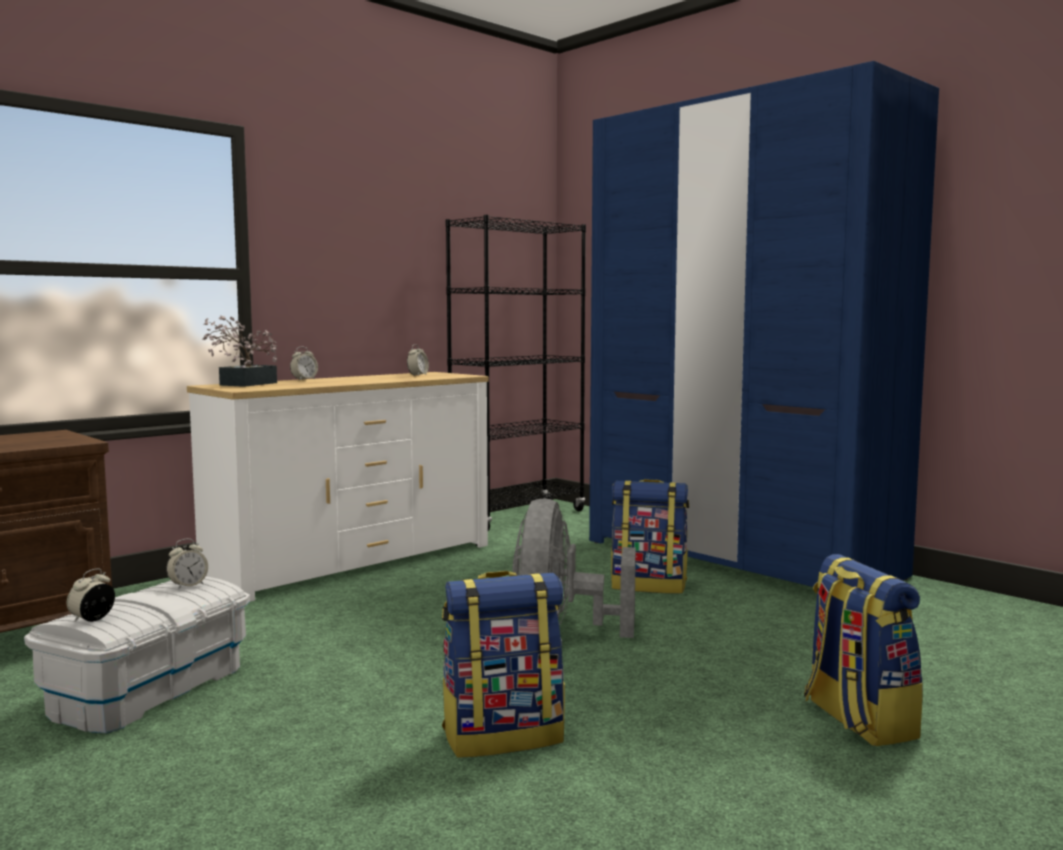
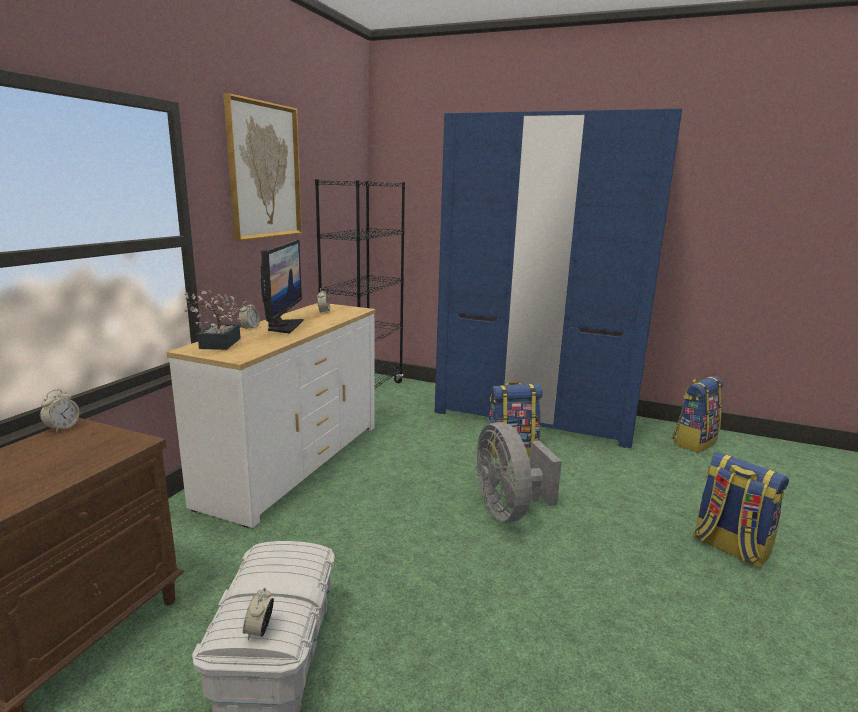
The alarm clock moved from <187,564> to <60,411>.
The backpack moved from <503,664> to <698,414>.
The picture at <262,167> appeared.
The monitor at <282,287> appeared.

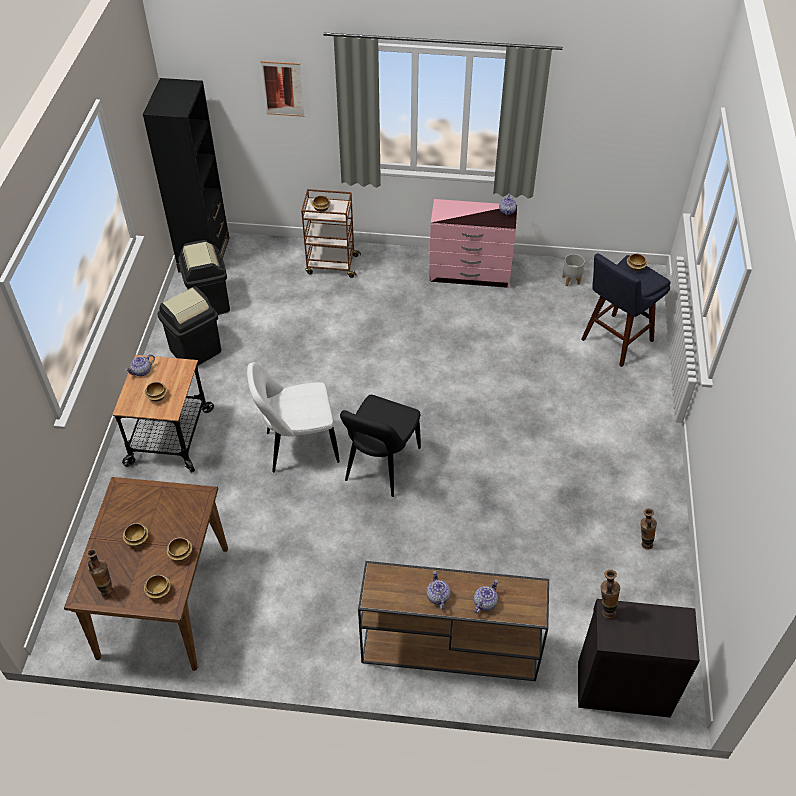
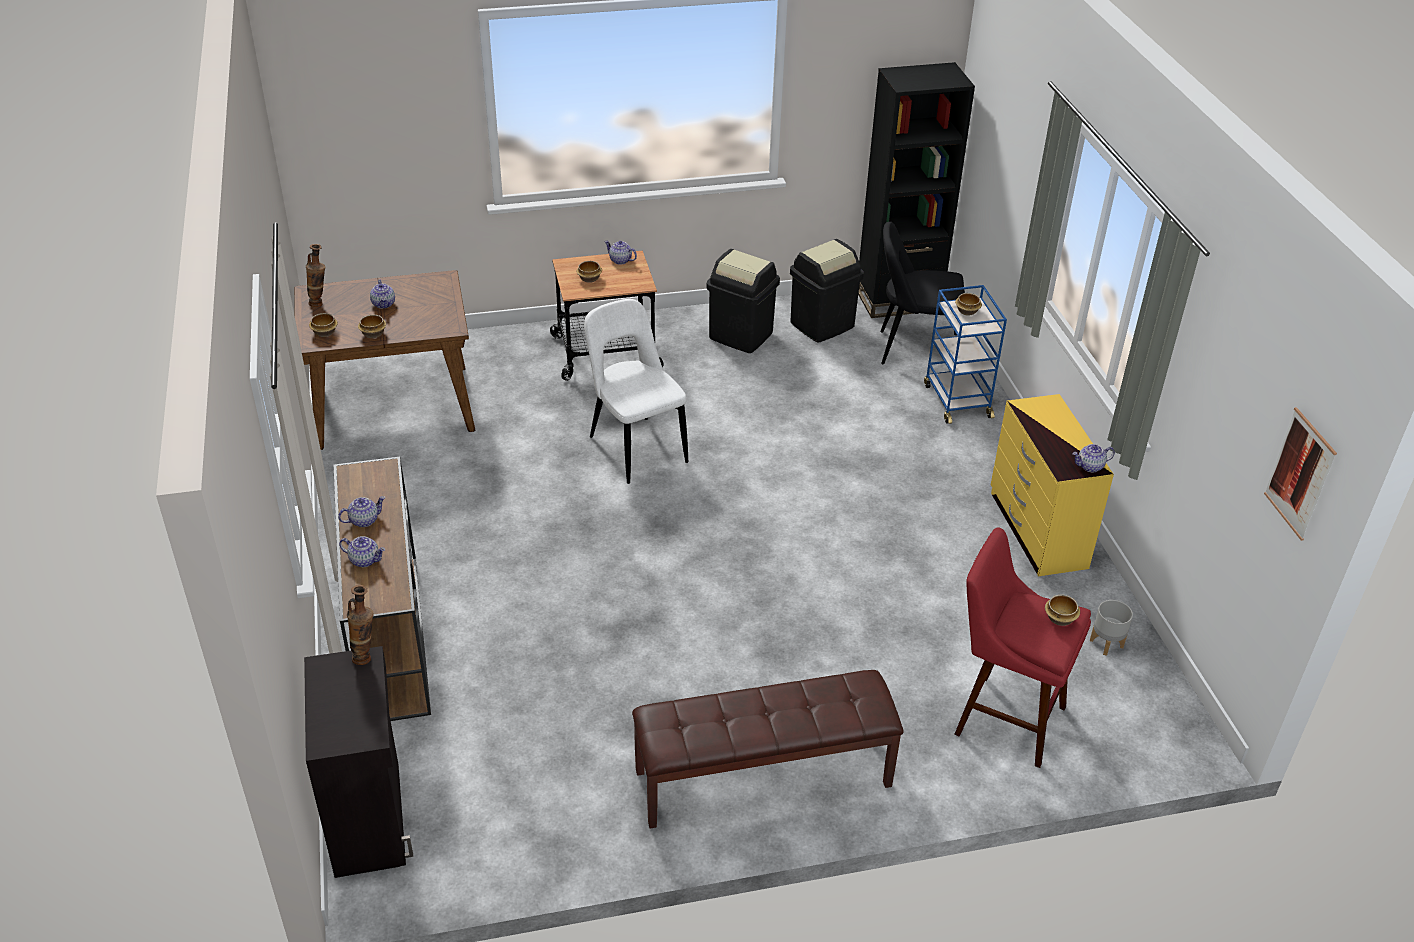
The bowl at <136,534> was replaced by the teapot at <382,294>.
The picture moved from <283,89> to <1300,474>.
The brown cart at <331,233> became the blue cart at <965,354>.
The black chair moved from <380,446> to <922,293>.
The pink dresser at <473,243> became the yellow dresser at <1052,485>.
The blue stool at <626,310> became the red stool at <1022,648>.
The vase at <648,529> disappeared.
The brown bench at <768,749> appeared.

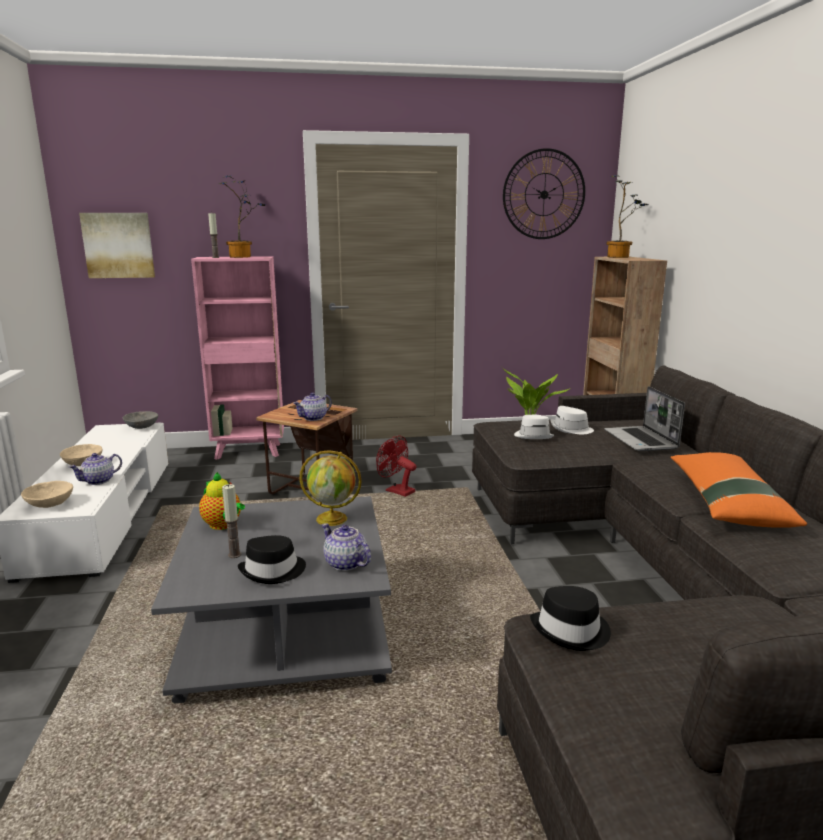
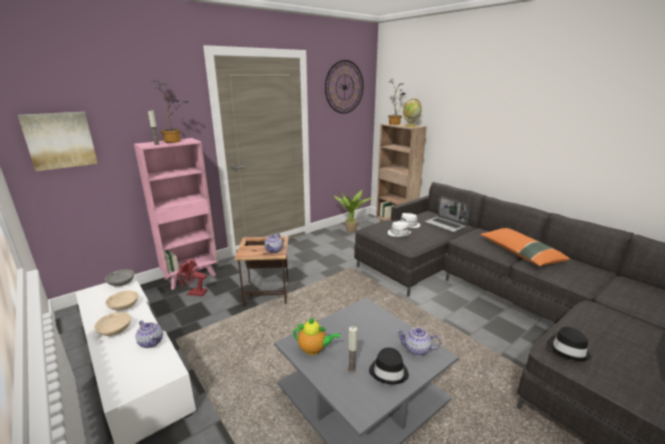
The beige bowl moved from <47,494> to <121,301>.
The teapot at <95,469> turned 60 degrees counterclockwise.
The globe moved from <330,488> to <412,112>.
The red fan moved from <396,466> to <192,277>.

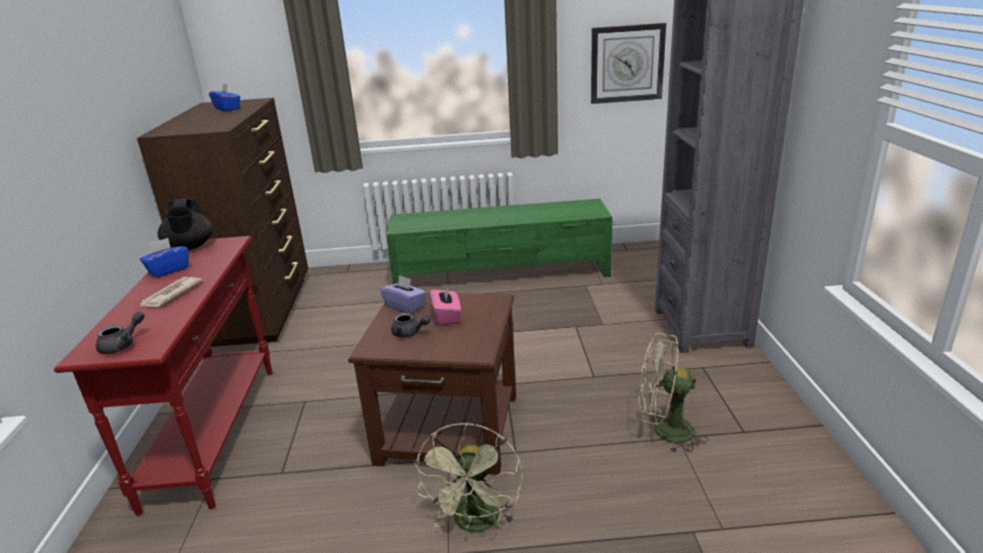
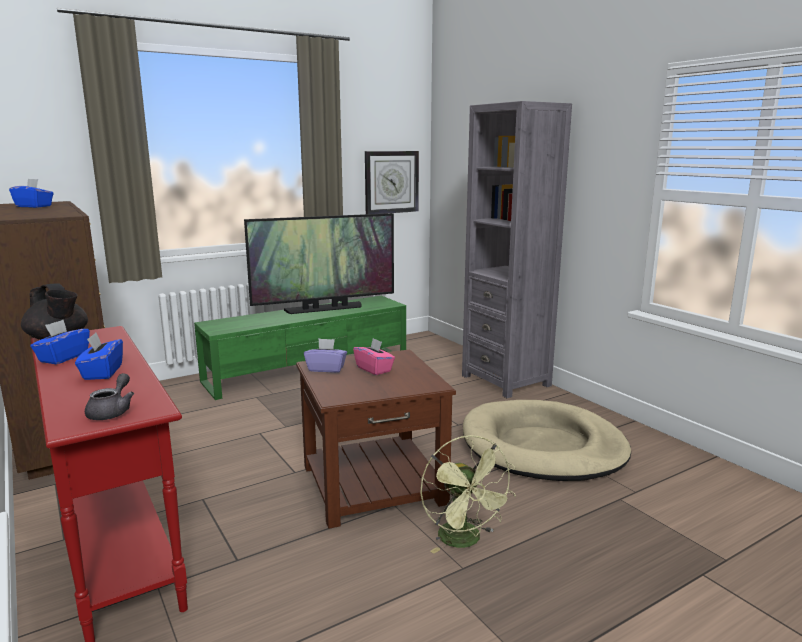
The newspaper at <171,292> was replaced by the blue tissue box at <99,356>.
The grey teapot at <410,325> disappeared.
The beige fan at <673,393> was replaced by the beige dog bed at <547,440>.
The television at <319,263> appeared.

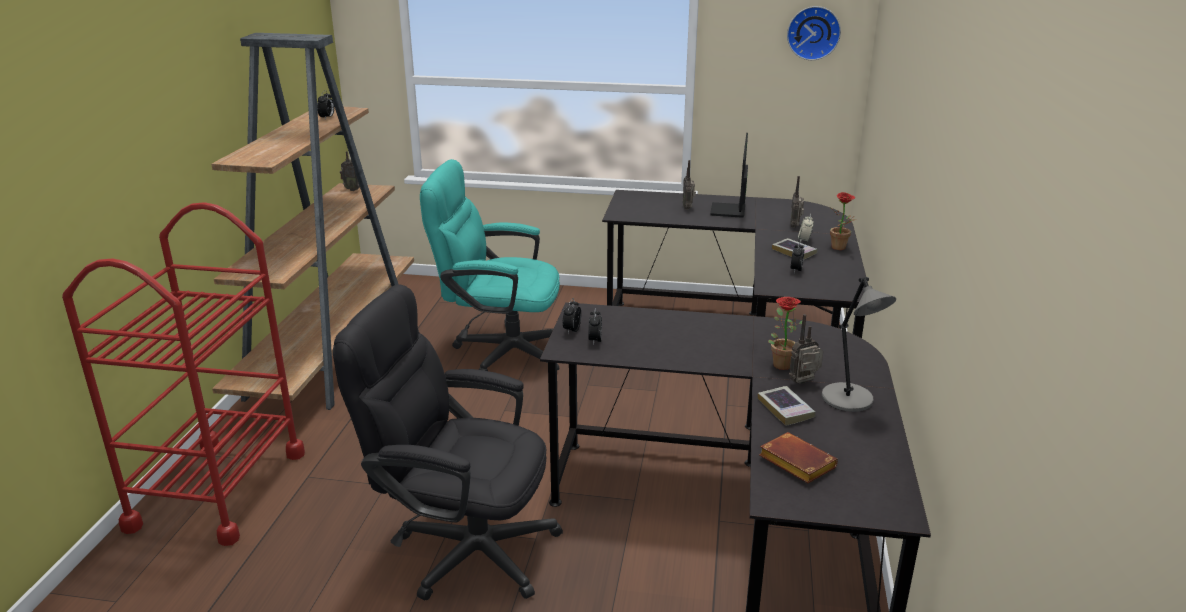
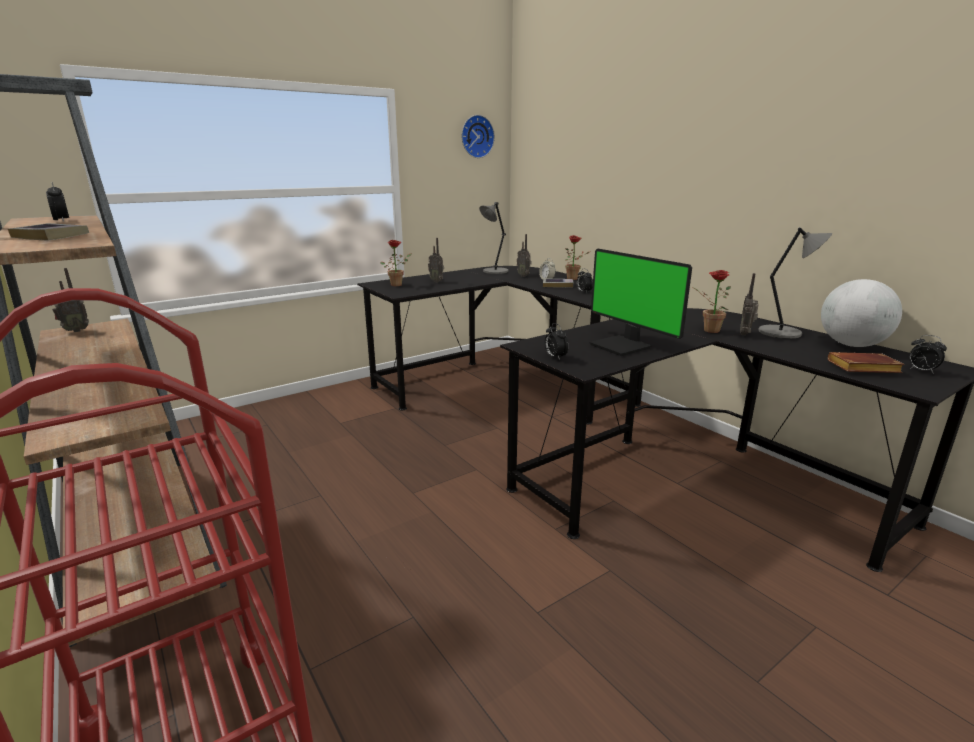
The black office chair at <448,442> disappeared.
The turquoise office chair at <490,265> disappeared.
The alarm clock moved from <595,326> to <928,354>.
The monitor moved from <729,175> to <640,302>.
The book moved from <787,406> to <48,231>.
The potted plant at <396,263> appeared.
The grey table lamp at <494,238> appeared.
The globe at <861,313> appeared.

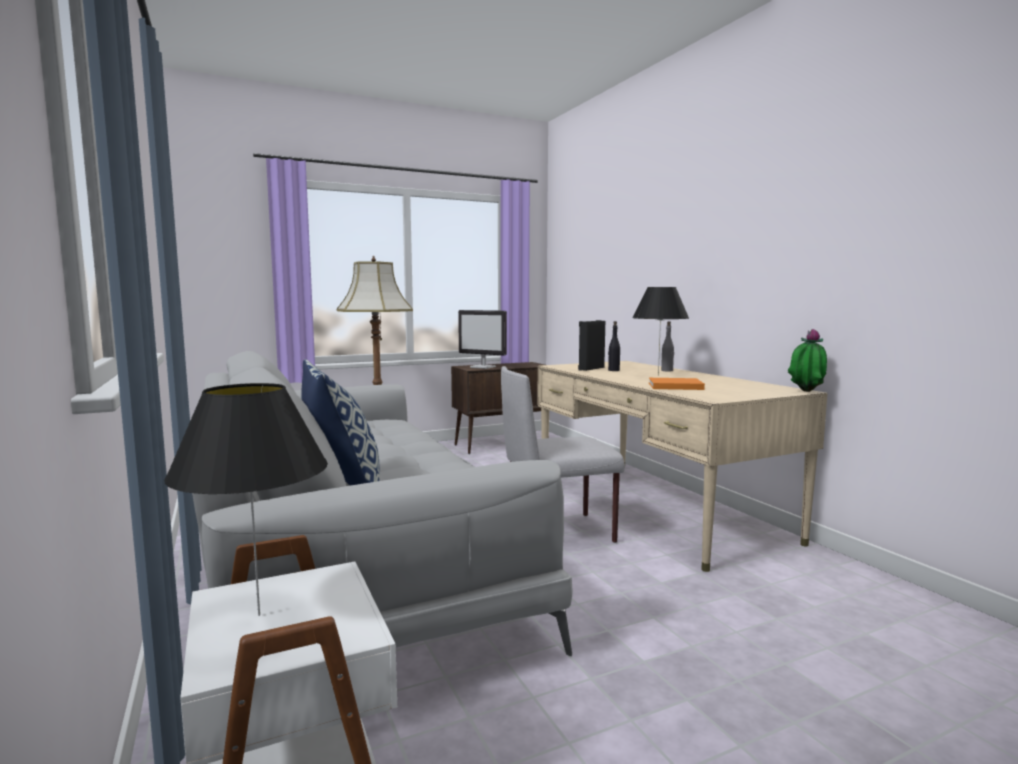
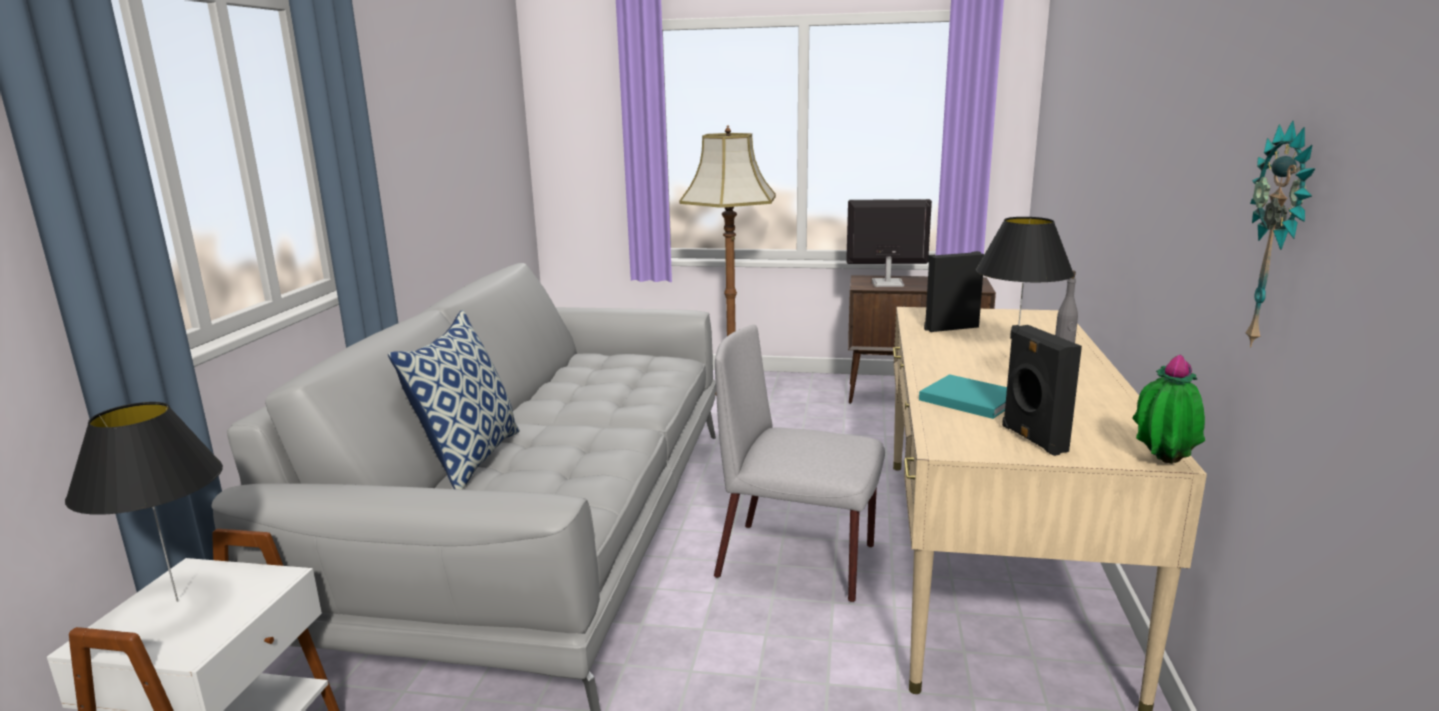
The monitor at <482,339> turned 120 degrees clockwise.
The black bottle at <614,346> disappeared.
The orange book at <677,384> became the turquoise book at <963,396>.
The black speaker at <1042,390> appeared.
The wall clock at <1280,233> appeared.

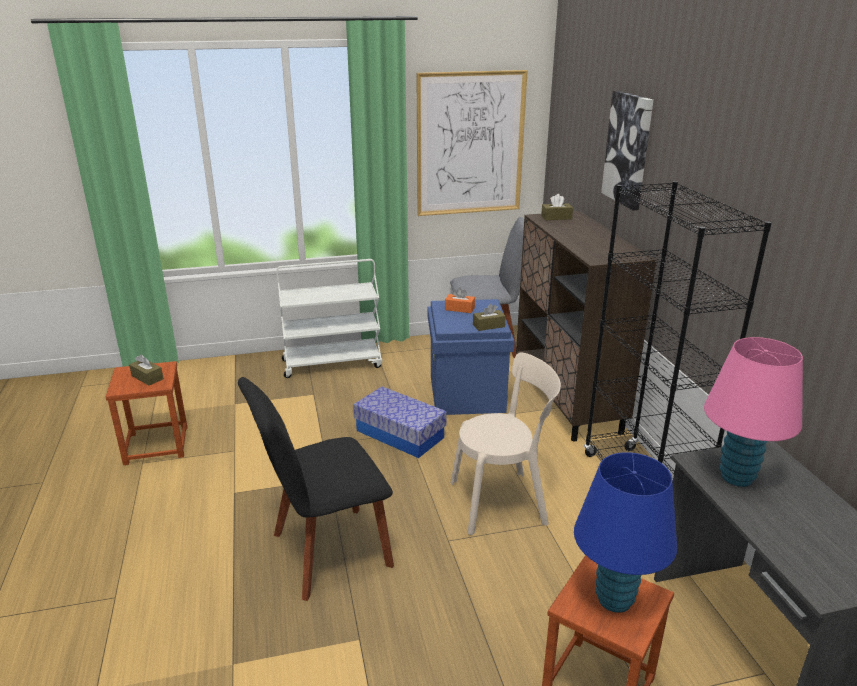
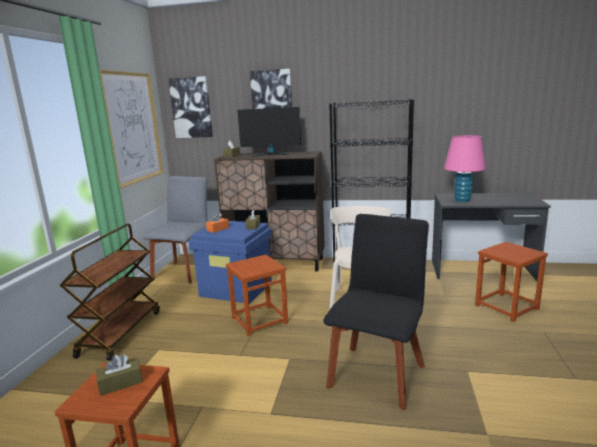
The black chair at <316,489> turned 150 degrees counterclockwise.
The white cart at <329,318> became the brown cart at <110,292>.
The storage box at <400,422> was replaced by the brown stool at <257,295>.
The blue table lamp at <625,532> disappeared.
The picture at <190,107> appeared.
The monitor at <269,132> appeared.

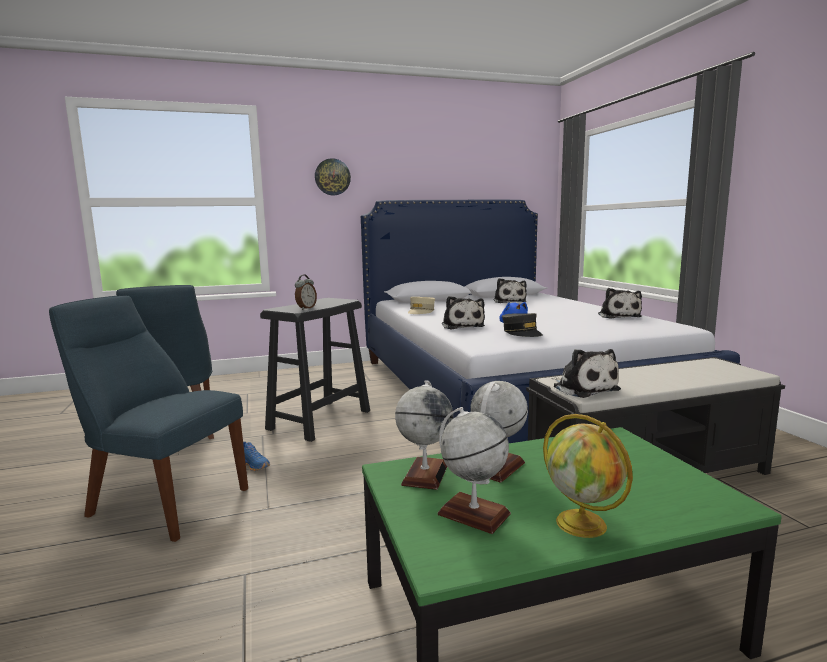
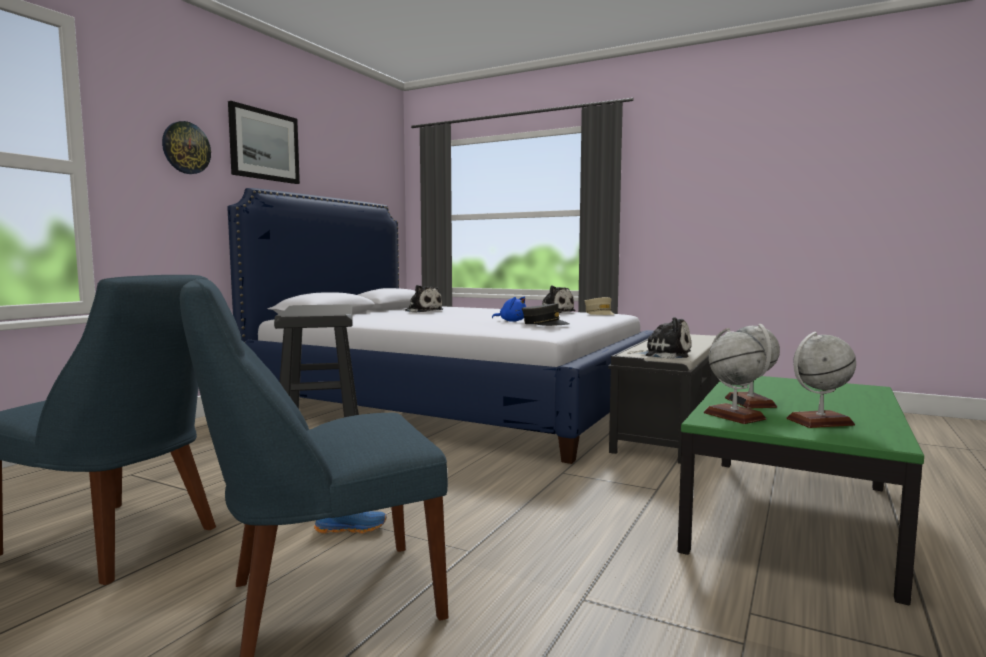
The alarm clock at <306,292> disappeared.
The beige cap moved from <421,305> to <599,306>.
The plush toy at <463,313> disappeared.
The globe at <588,476> disappeared.
The picture at <264,142> appeared.

